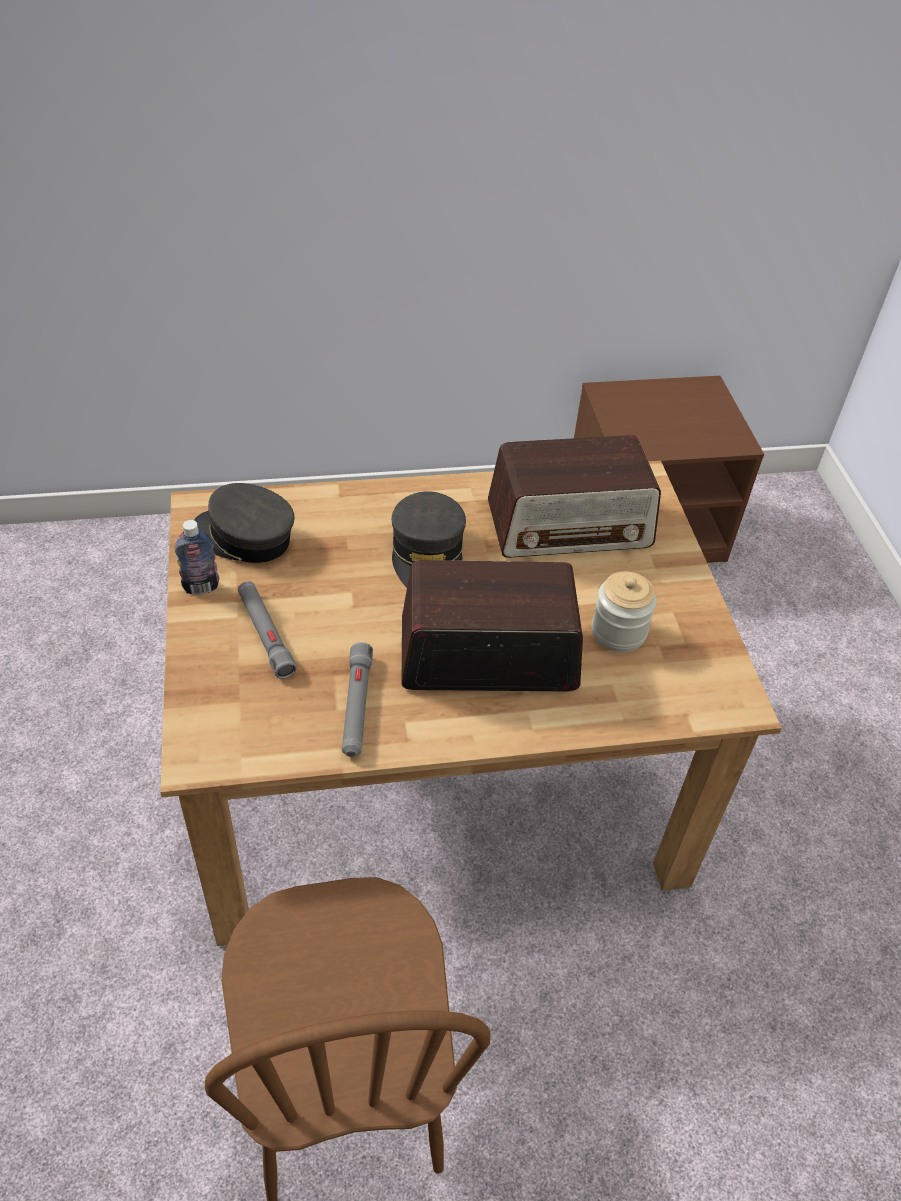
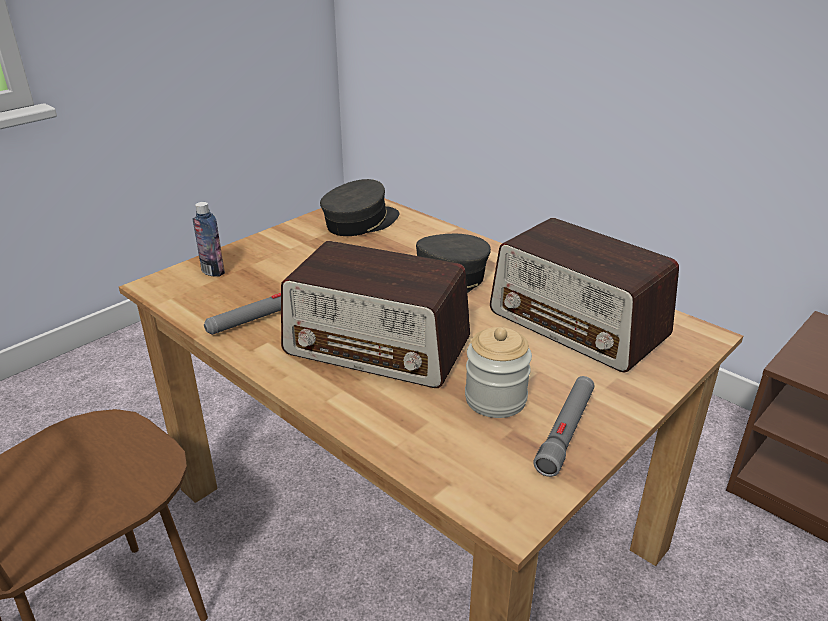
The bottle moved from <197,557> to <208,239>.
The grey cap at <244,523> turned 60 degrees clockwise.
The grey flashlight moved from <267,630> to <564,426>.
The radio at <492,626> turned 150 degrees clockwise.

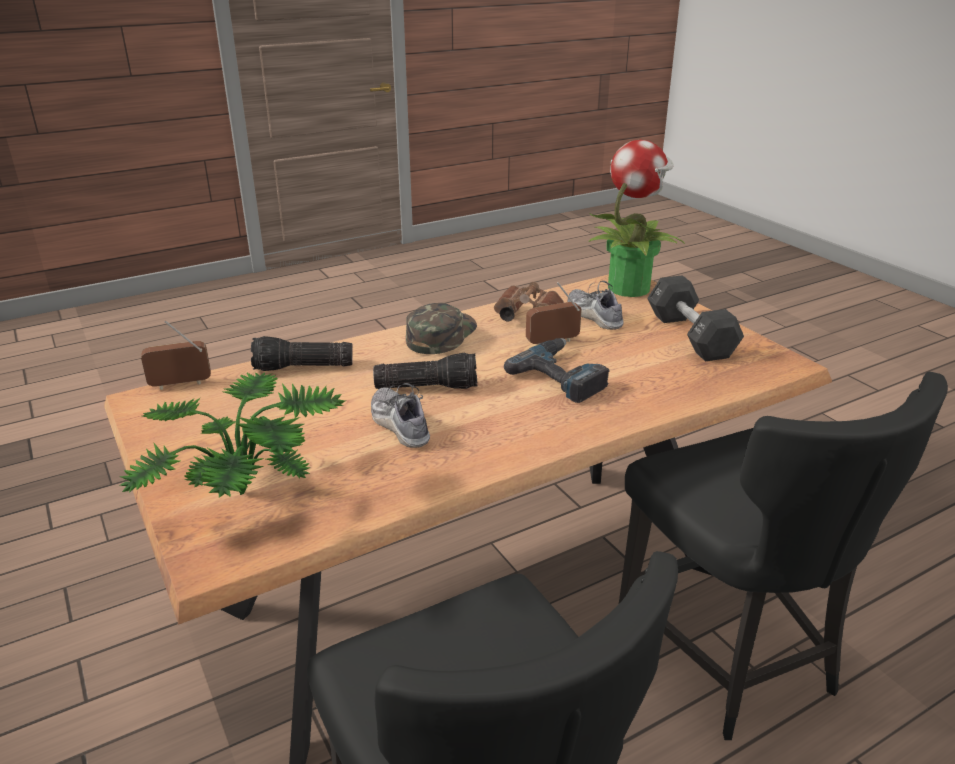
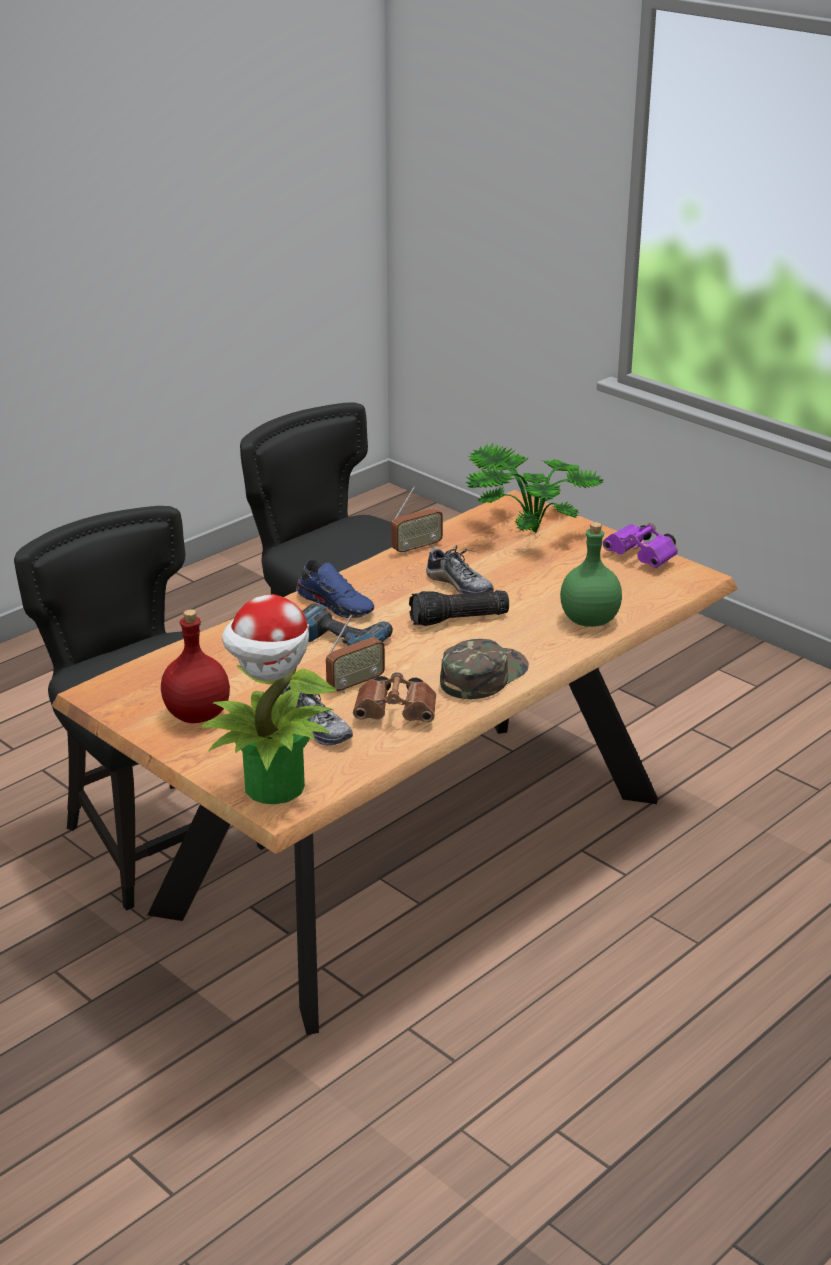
The radio moved from <176,355> to <417,520>.
The flashlight at <302,353> was replaced by the green bottle at <591,574>.
The green cap at <441,328> turned 150 degrees counterclockwise.
The black dumbbell at <695,318> was replaced by the red bottle at <195,666>.
The blue shoe at <335,589> appeared.
The purple binoculars at <640,545> appeared.

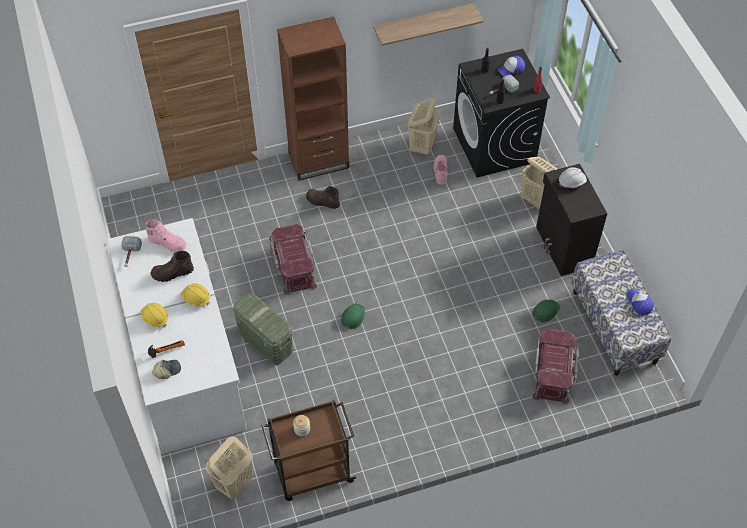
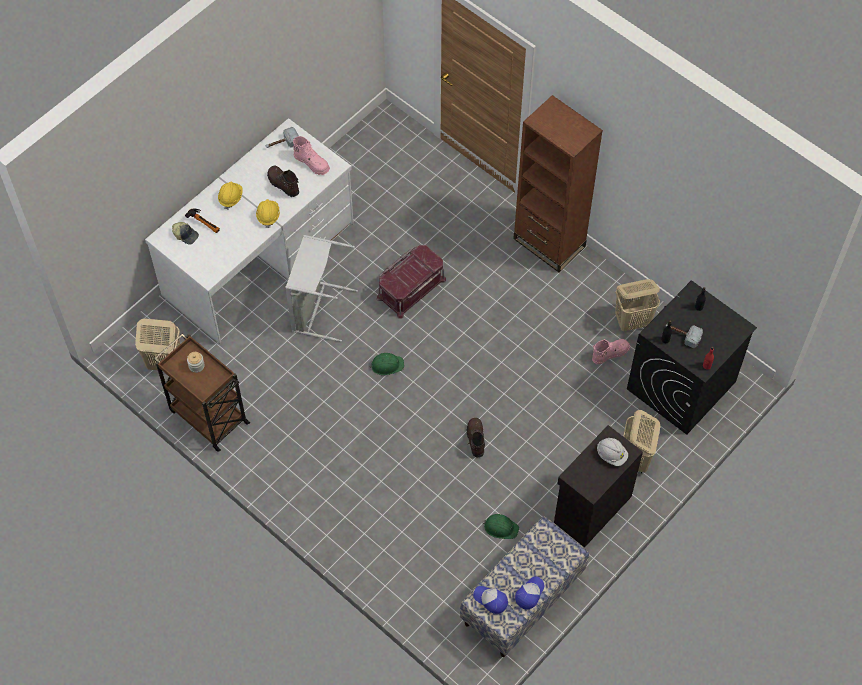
The pink boot at <166,236> turned 45 degrees counterclockwise.
The green storage box at <262,329> was replaced by the grey laundry basket at <321,288>.
The brown boot moved from <323,197> to <476,437>.
The shelf at <428,24> disappeared.
The cap moved from <511,66> to <490,600>.
The red storage box at <555,367> disappeared.

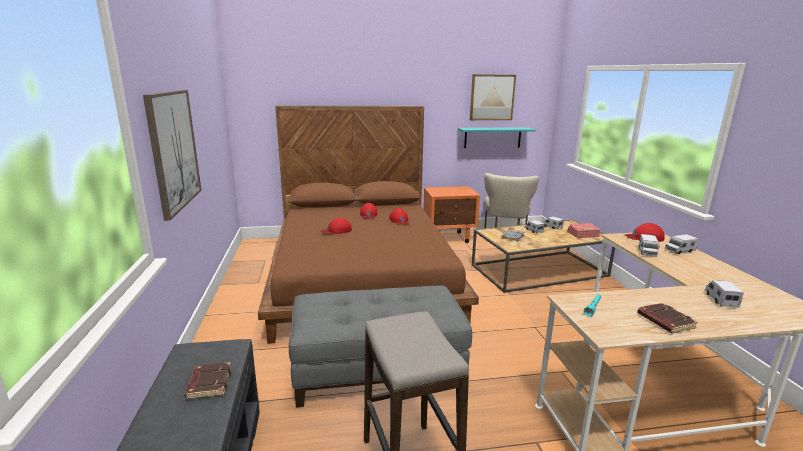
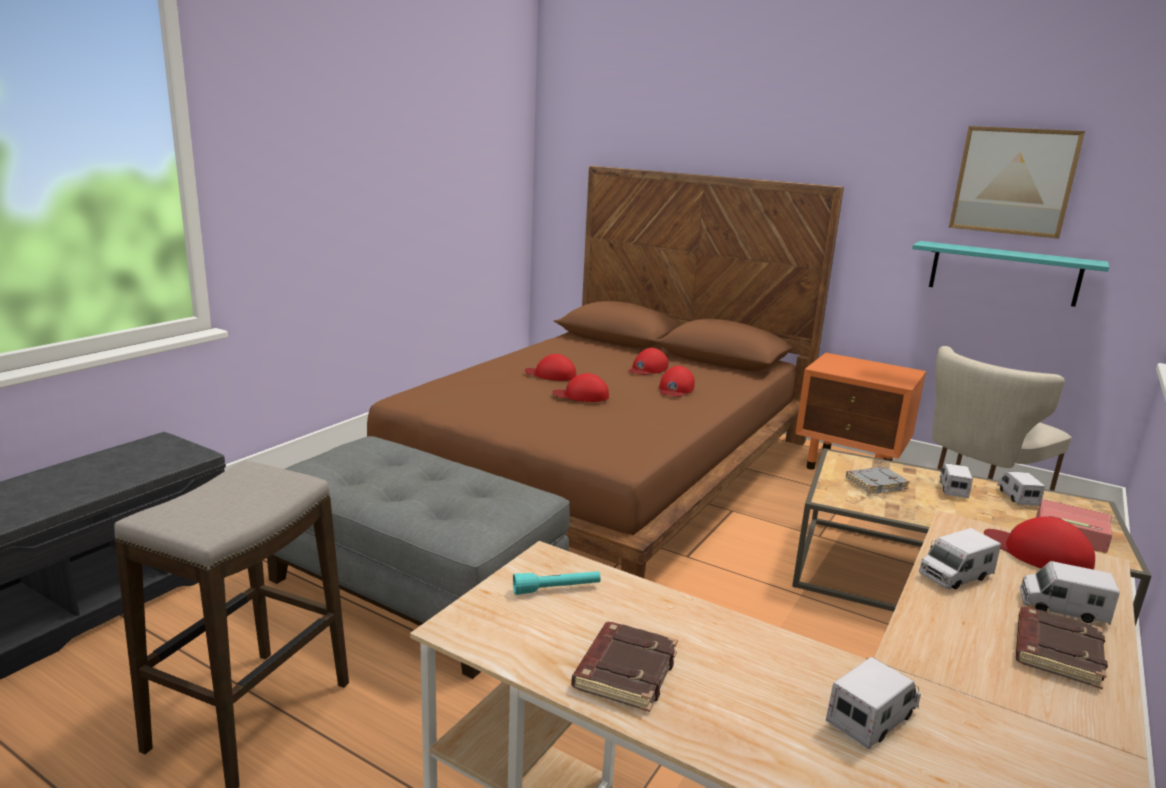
The picture at <172,155> disappeared.
The brown book moved from <207,380> to <1062,648>.
The red cap at <580,387> appeared.

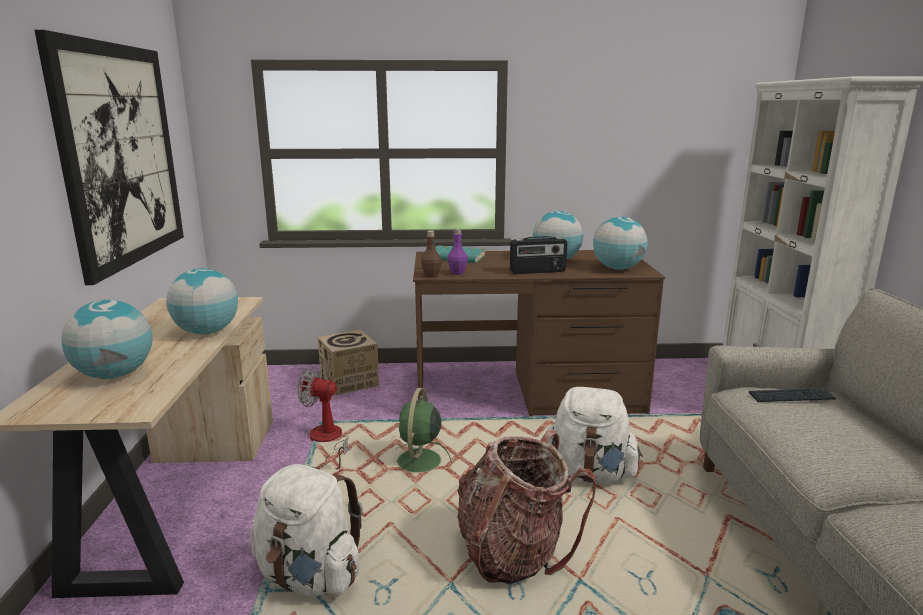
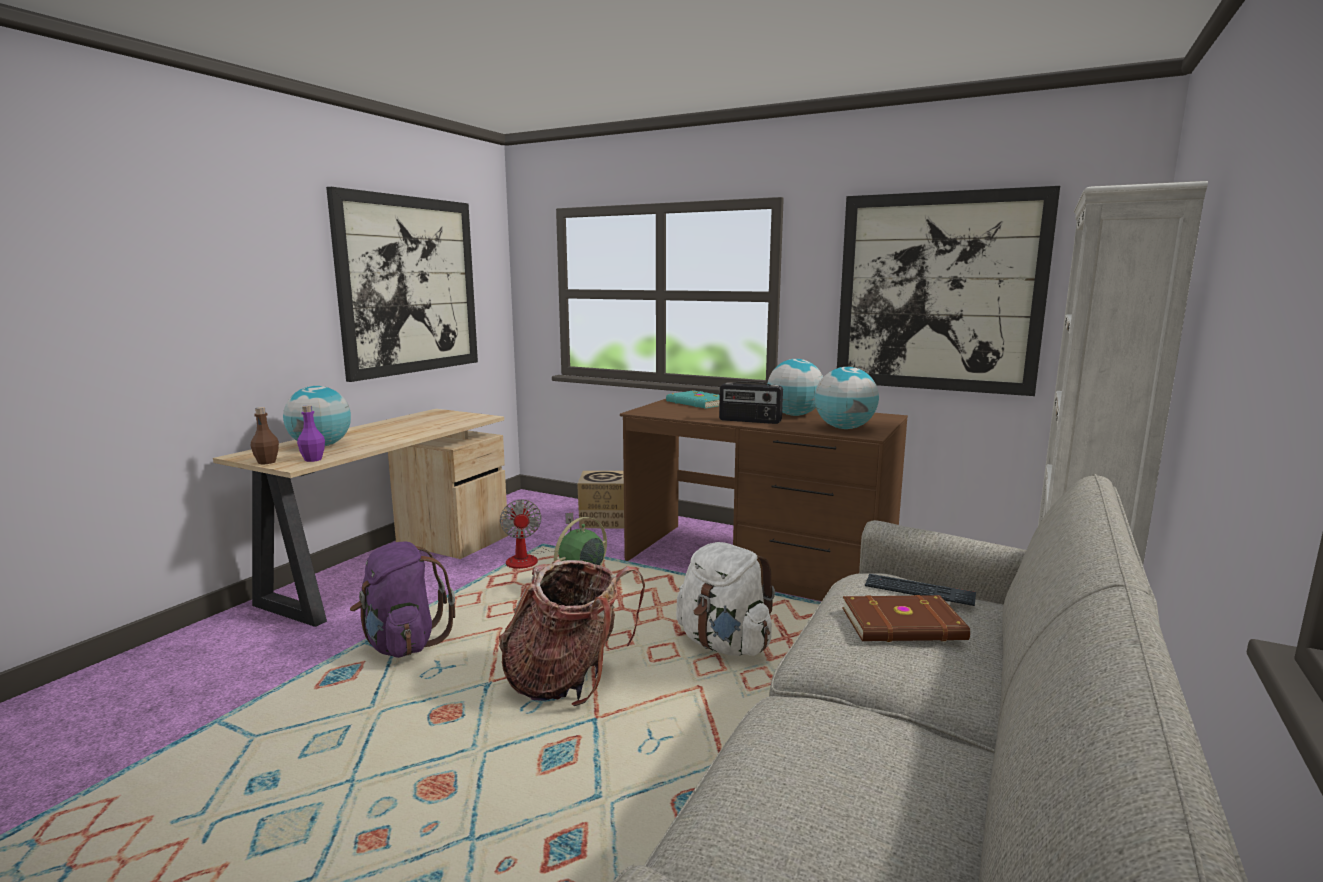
The globe at <202,301> disappeared.
The white backpack at <306,530> became the purple backpack at <402,599>.
The fan at <325,418> turned 150 degrees counterclockwise.
The brown bottle moved from <431,254> to <265,435>.
The purple bottle moved from <458,251> to <311,433>.
The picture at <948,291> appeared.
The brown book at <906,618> appeared.

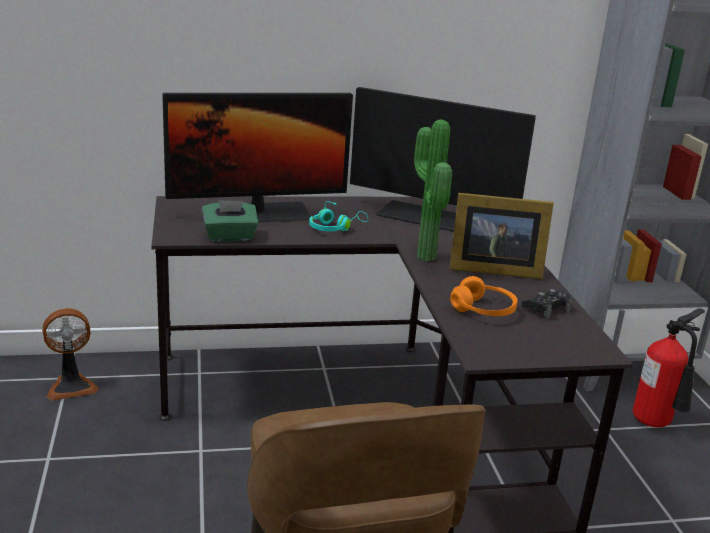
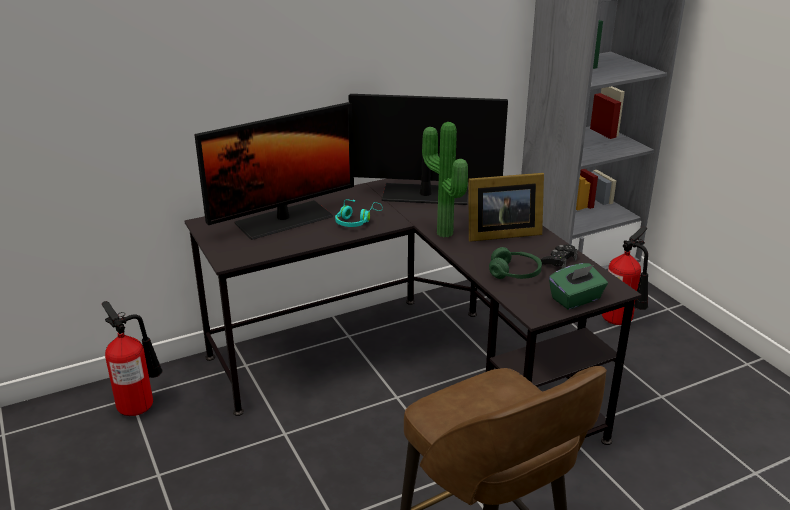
The fan at <70,354> was replaced by the fire extinguisher at <132,358>.
The green tissue box moved from <230,221> to <578,286>.
The orange headphones at <484,296> became the green headphones at <515,263>.

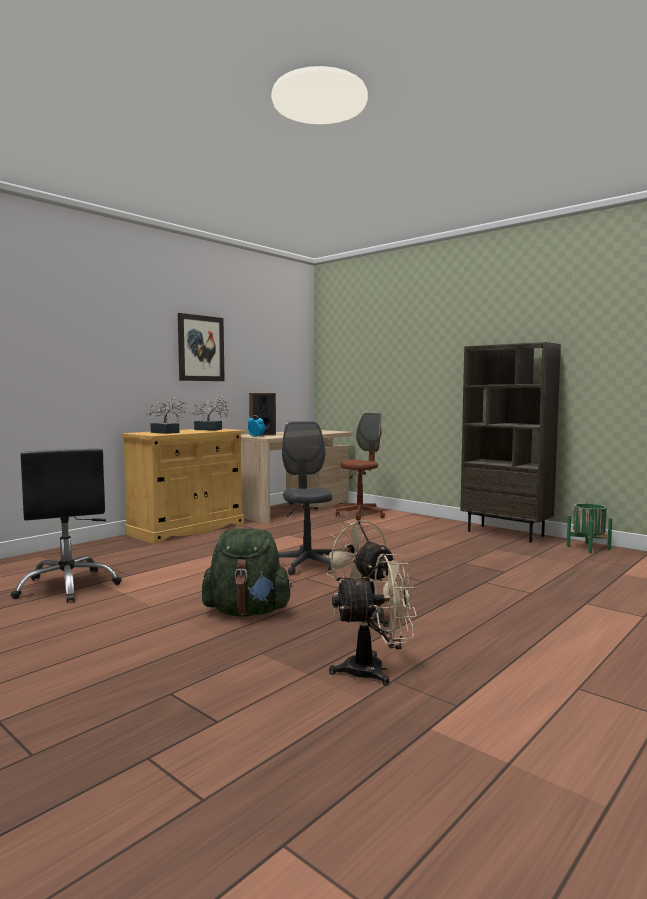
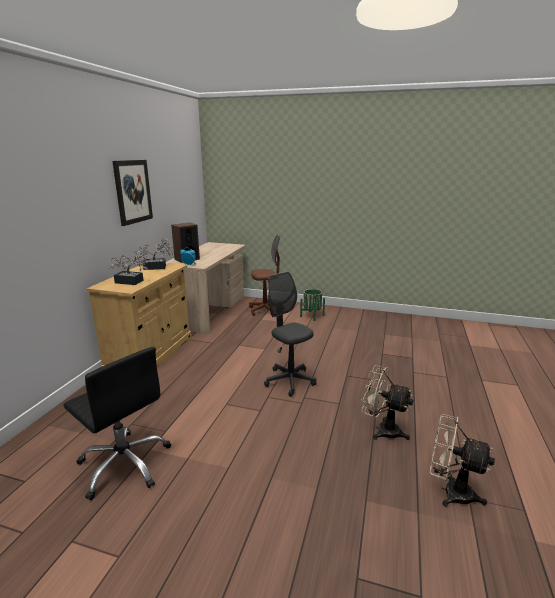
The green backpack at <247,572> disappeared.
The beige fan at <373,620> turned 120 degrees counterclockwise.
The brown office chair at <360,466> turned 60 degrees clockwise.
The brown bookcase at <510,442> disappeared.
The green planter moved from <589,528> to <312,305>.

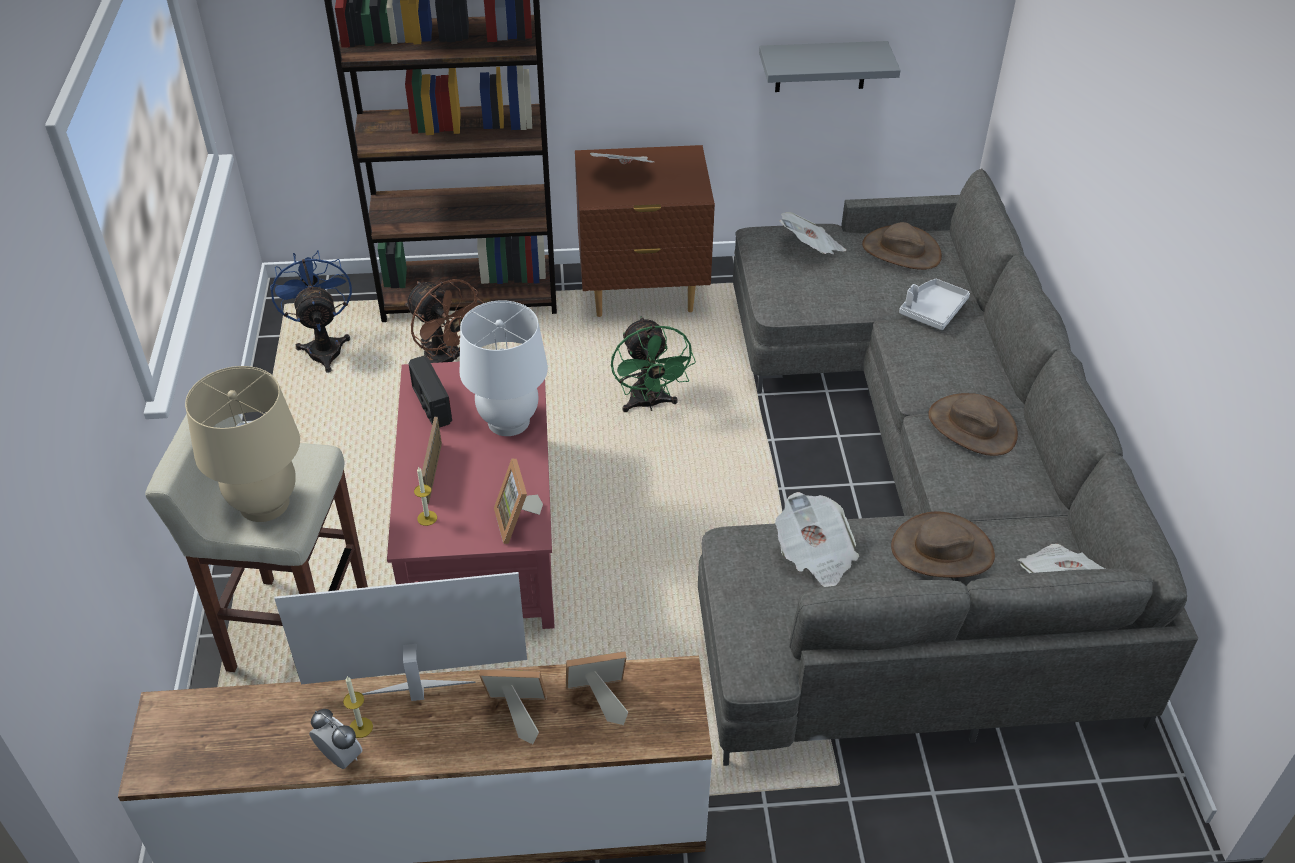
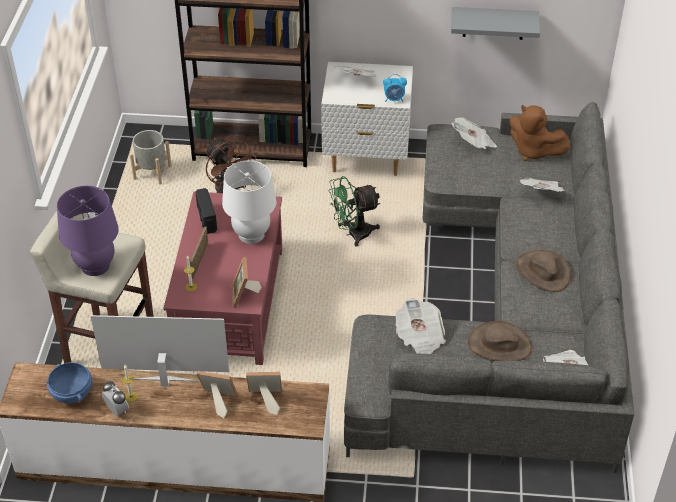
The beige table lamp at <242,444> became the purple table lamp at <88,231>.
The blue fan at <311,311> was replaced by the grey planter at <151,157>.
The brown nightstand at <645,231> became the white nightstand at <367,119>.
The green fan at <653,364> turned 75 degrees clockwise.
The brown hat at <902,246> was replaced by the brown plush toy at <540,133>.
The grey tray at <934,304> was replaced by the newspaper at <542,185>.
The blue bowl at <69,382> appeared.
The alarm clock at <395,88> appeared.

